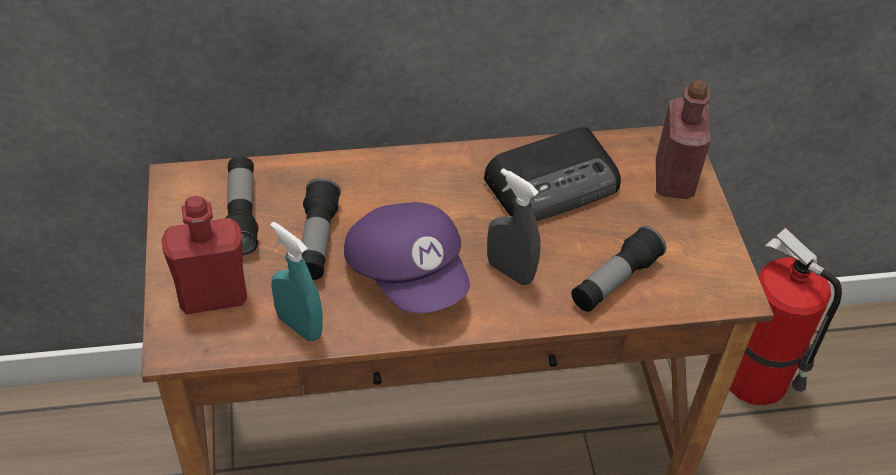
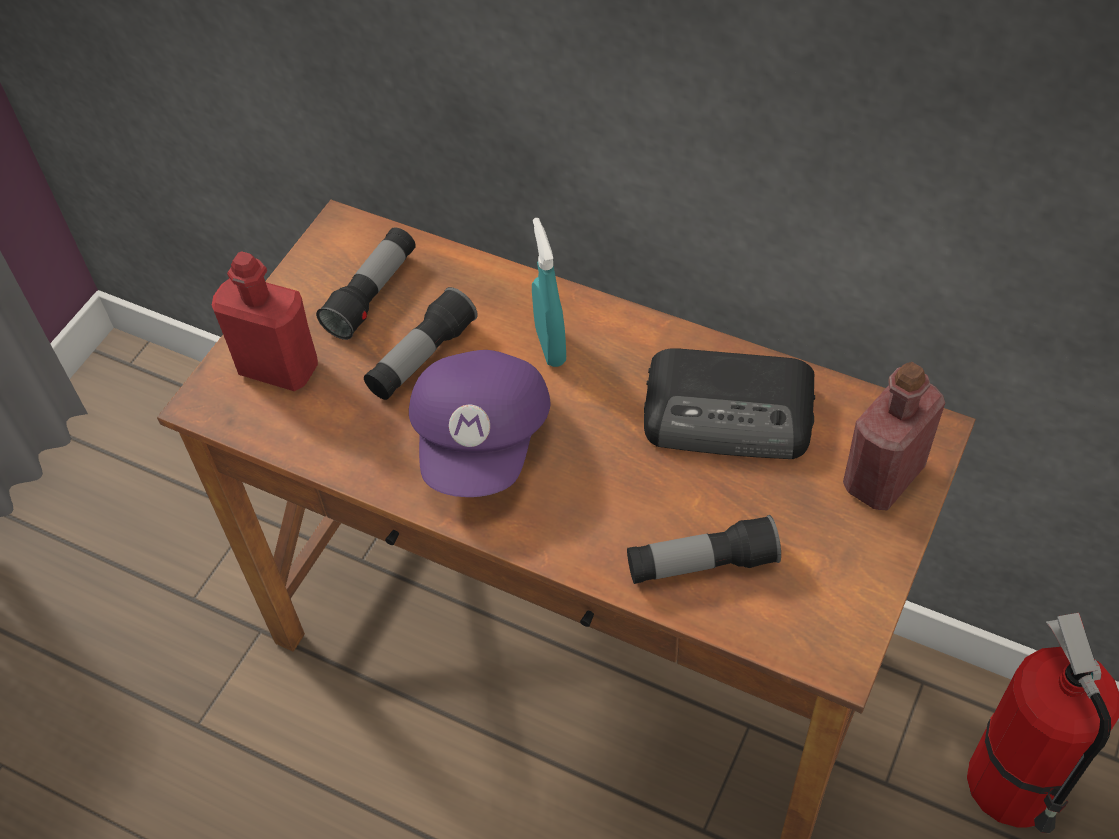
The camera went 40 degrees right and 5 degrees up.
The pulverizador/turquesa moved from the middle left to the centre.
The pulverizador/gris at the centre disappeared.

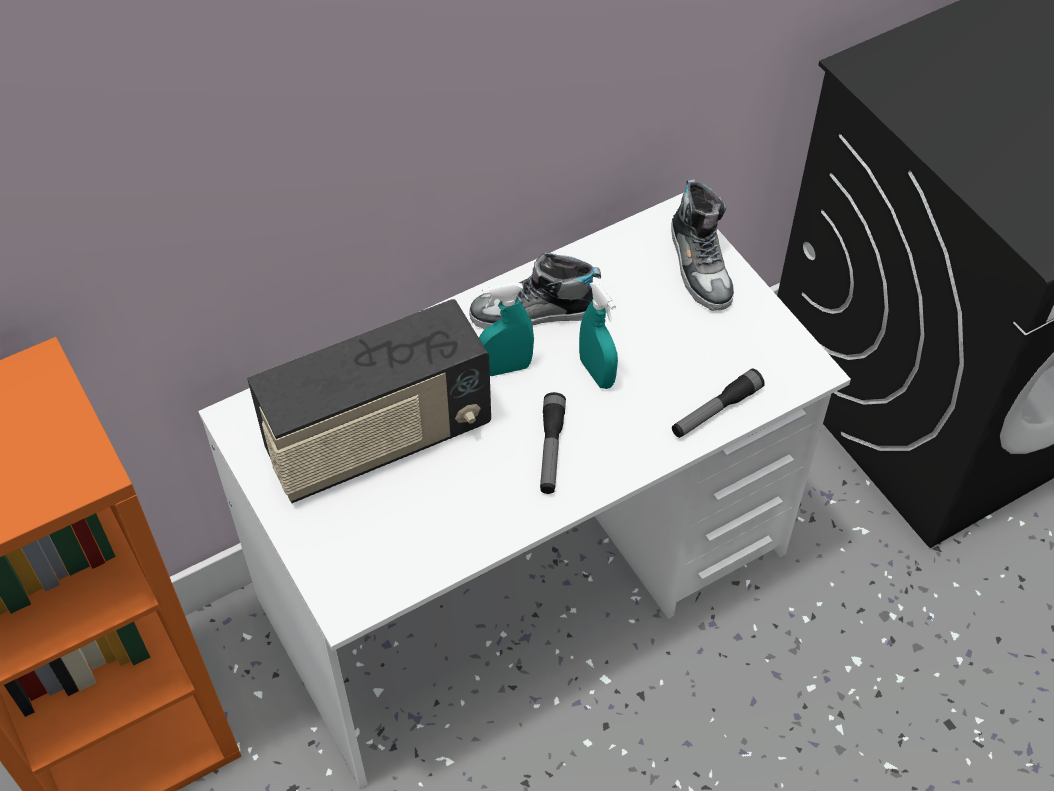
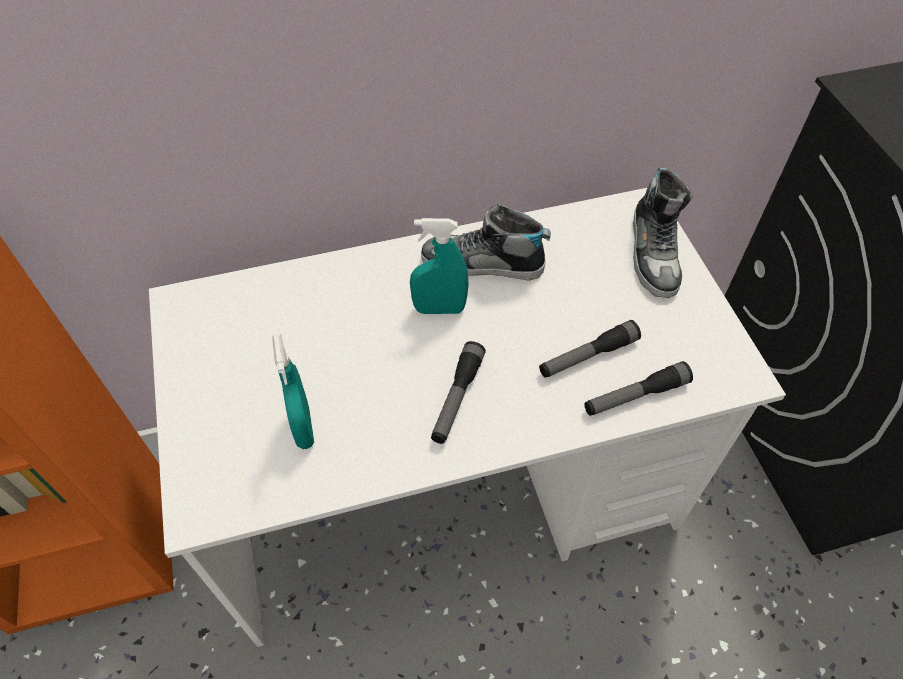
The camera went 15 degrees right and 0 degrees up.
The radio at the centre disappeared.
The pulverizador/turquesa (no. 2 from left in the first image) moved from the centre to the middle left.
The linterna (no. 2 from left) at the centre appeared.

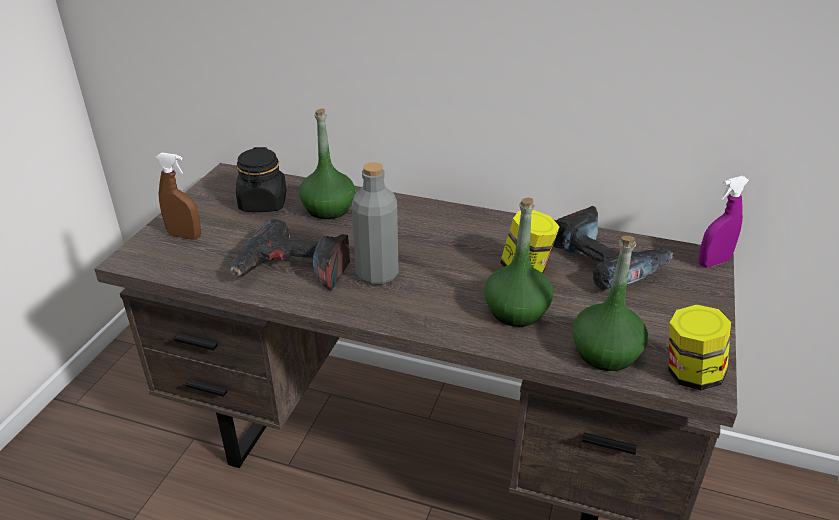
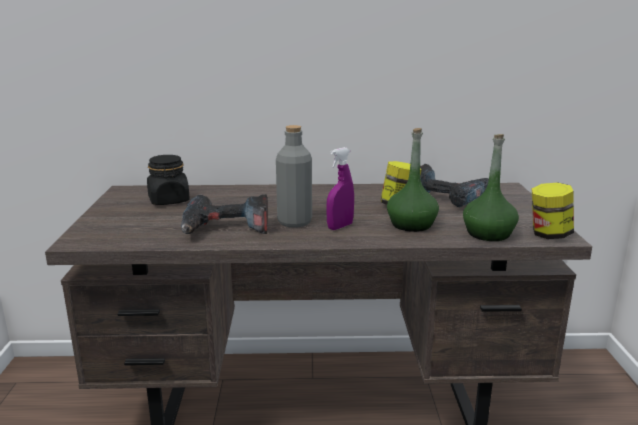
The camera went 20 degrees left and 15 degrees down.
The pulverizador/marrón at the middle left disappeared.
The botella/verde (no. 1 from left) at the top centre disappeared.
The pulverizador/morado moved from the middle right to the centre.

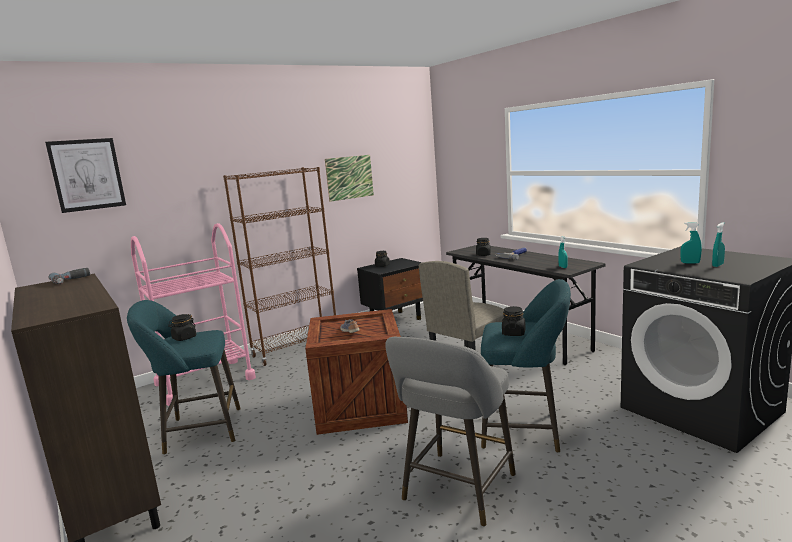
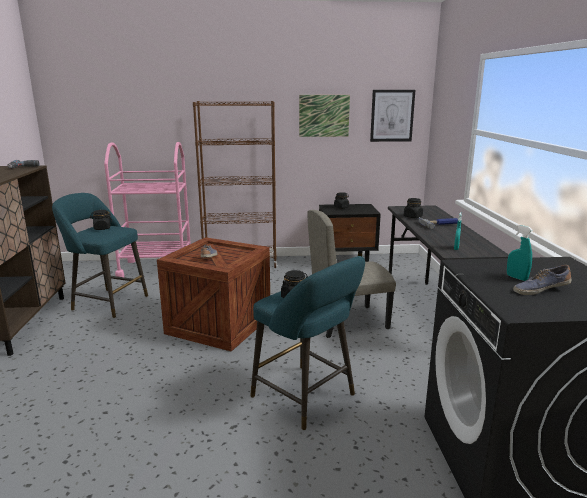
The camera went 30 degrees right and 5 degrees up.
The cuadro (no. 1 from left in the first image) moved from the top left to the top right.
The taburete/gris at the bottom centre disappeared.
The pulverizador/turquesa (no. 3 from left) at the middle right was replaced by the zapato (no. 2 from left) at the middle right.

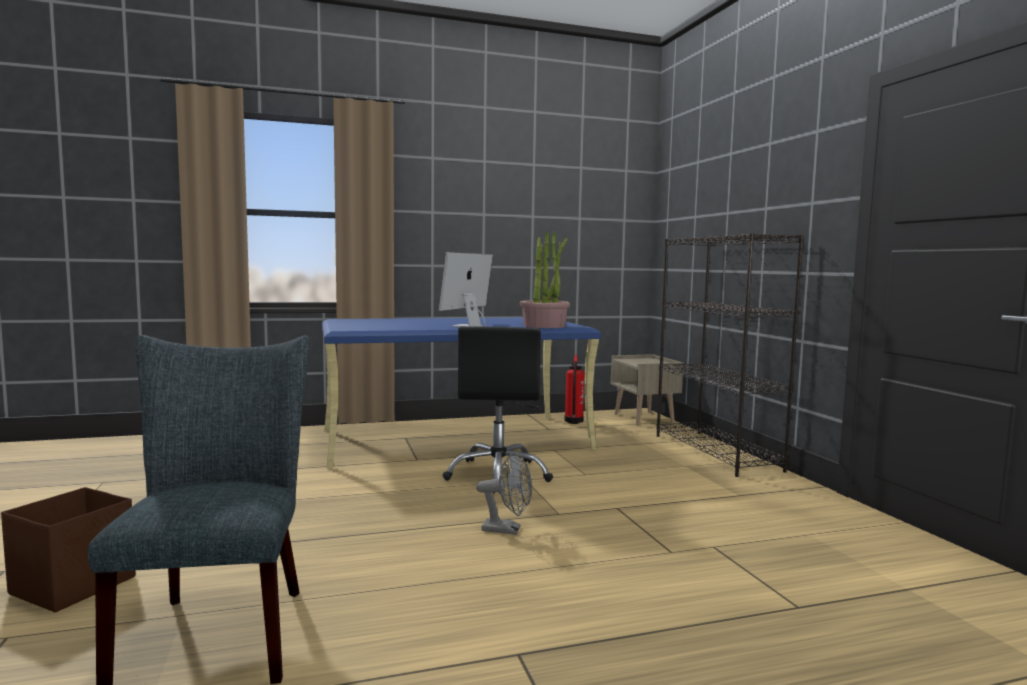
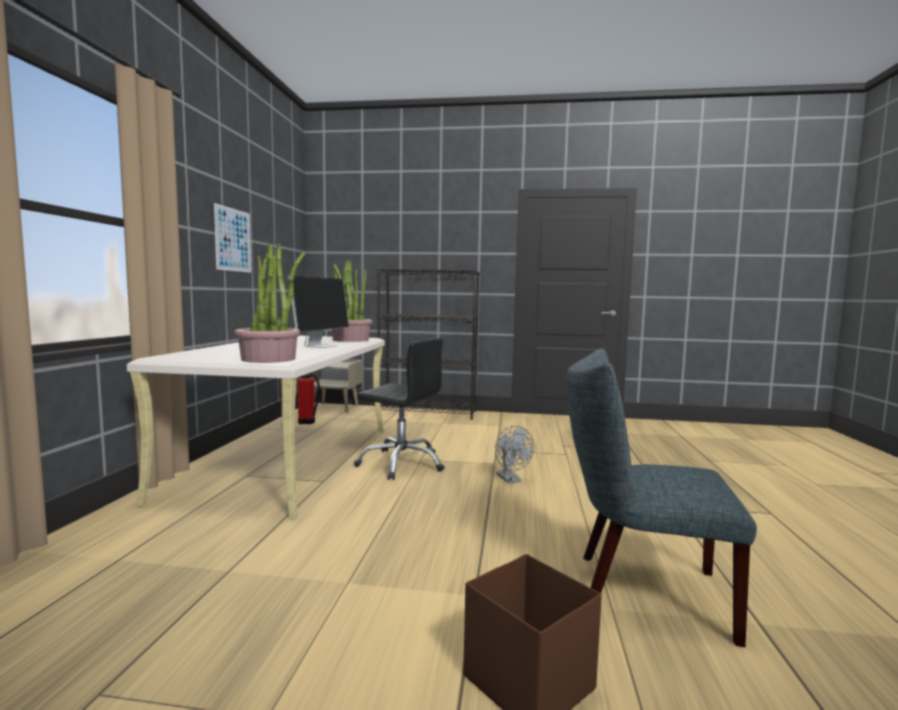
The camera went 65 degrees left and 0 degrees up.
The escritorio/azul at the centre became the escritorio/beis at the middle left.
The monitor at the centre turned 120 degrees counterclockwise.
The ventilador/gris at the bottom centre turned 120 degrees clockwise.
The cuadro at the middle left appeared.
The planta en maceta (no. 1 from left) at the middle left appeared.

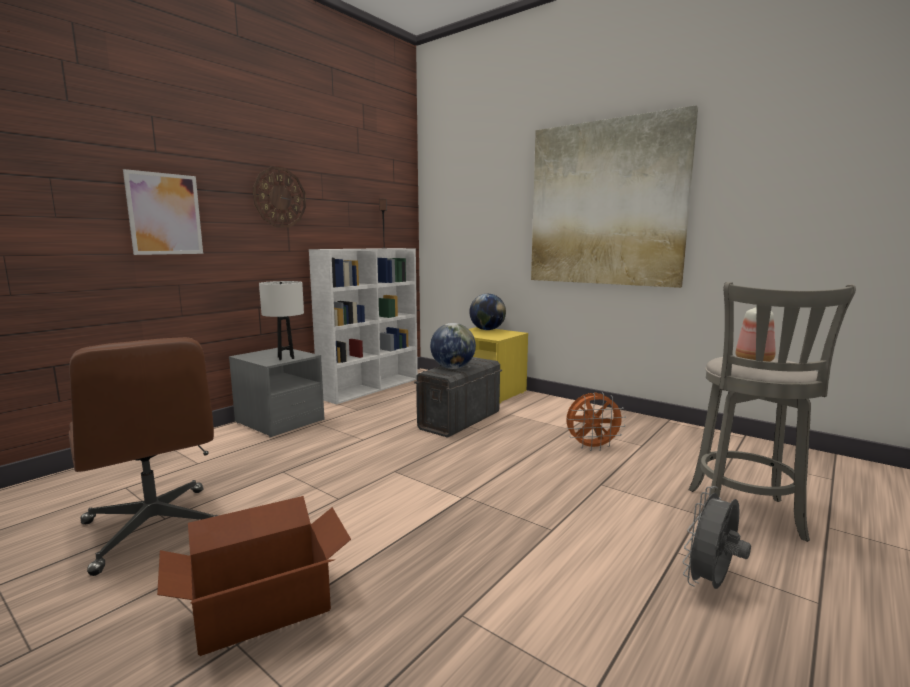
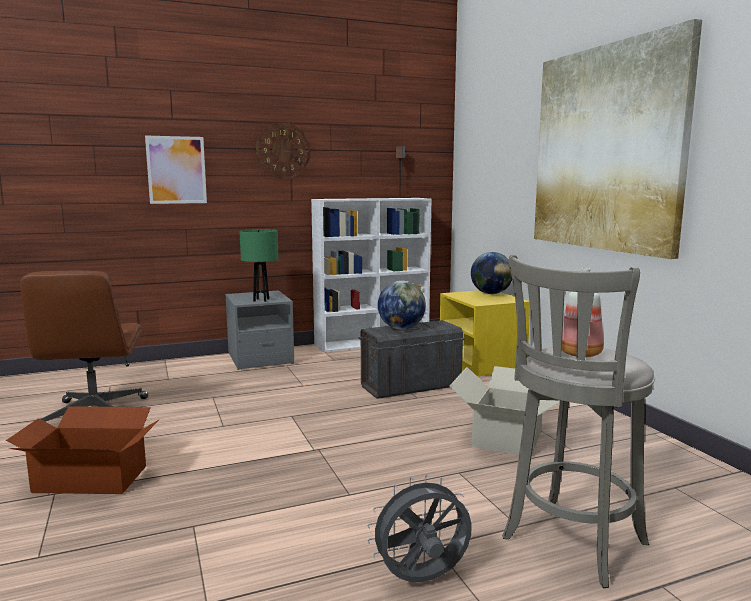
The camera went 30 degrees right and 0 degrees up.
The lámpara de mesa/blanco at the middle left became the lámpara de mesa/verde at the centre.
The ventilador/naranja at the centre was replaced by the caja de cartón (no. 2 from left) at the bottom right.

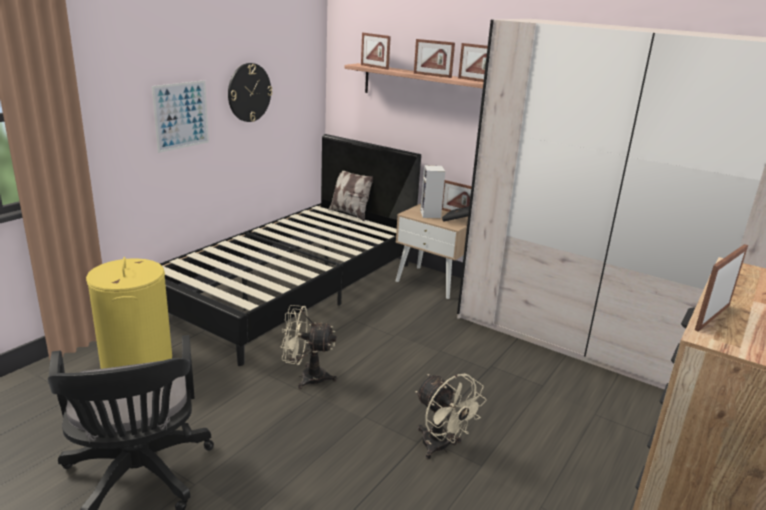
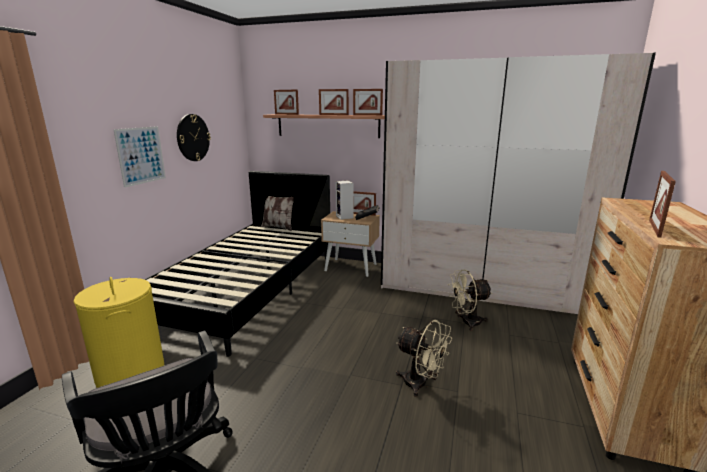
The camera went 15 degrees left and 5 degrees down.
The ventilador/beis (no. 1 from left in the first image) moved from the bottom centre to the centre.

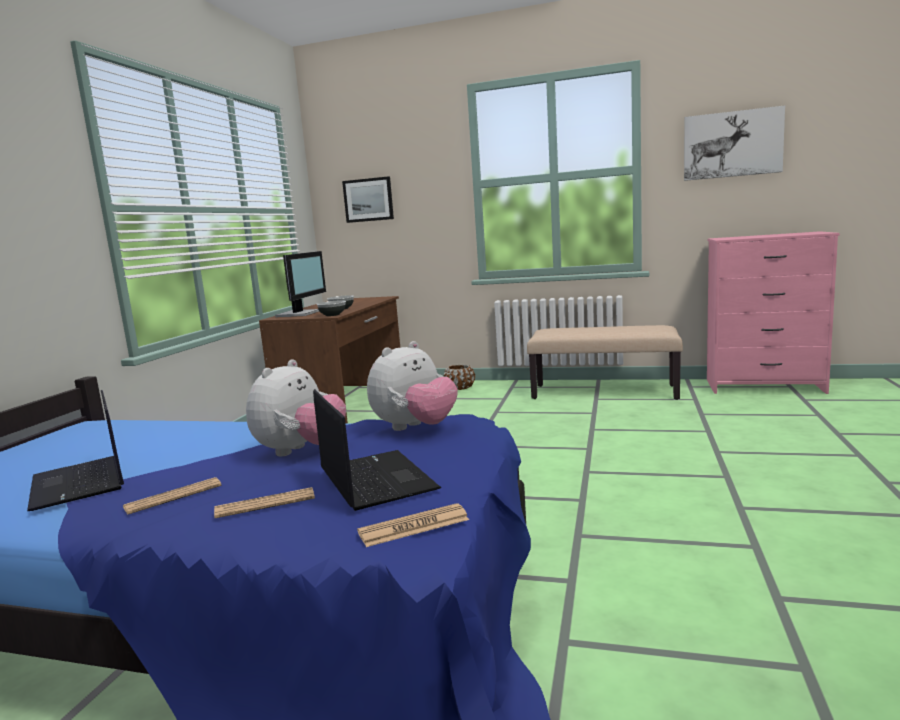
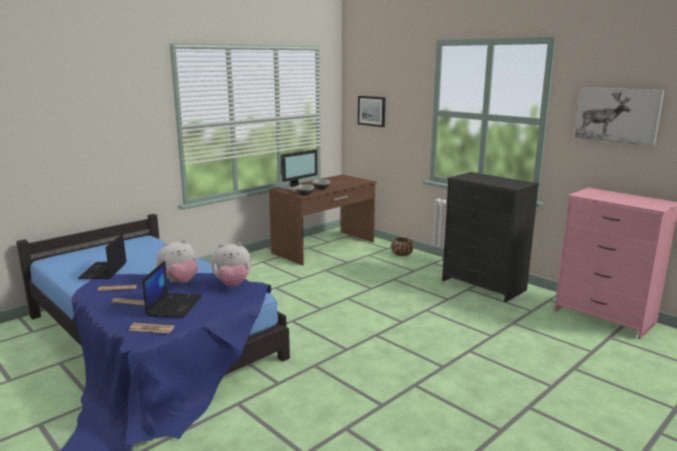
The camera went 30 degrees right and 5 degrees up.
The banco/beis at the middle right was replaced by the cómoda/negro at the middle right.

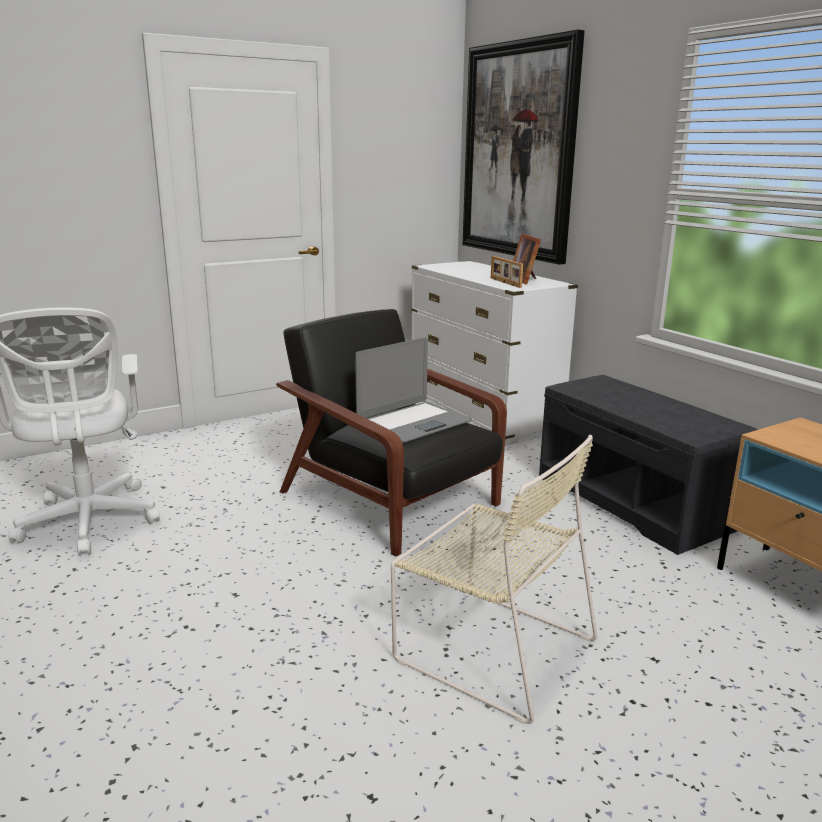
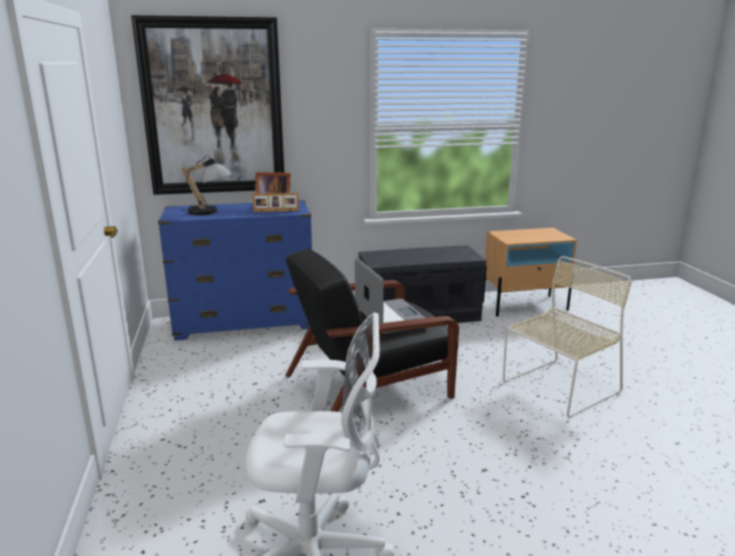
The camera went 70 degrees left and 0 degrees up.
The cómoda/blanco at the centre became the cómoda/azul at the middle left.
The lámpara de mesa at the top left appeared.

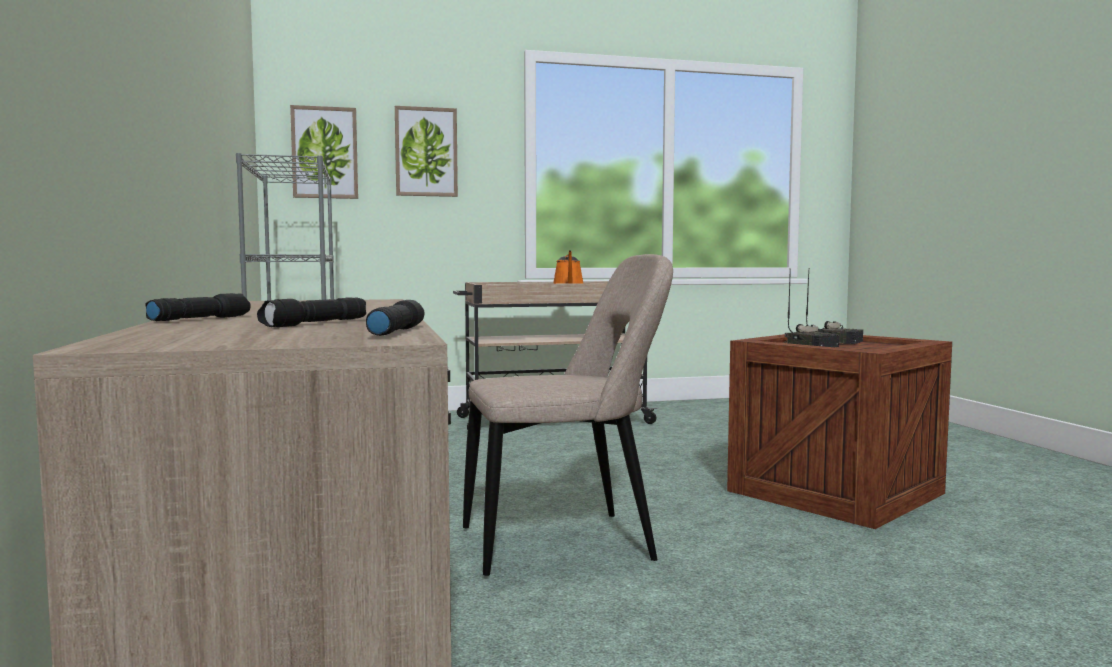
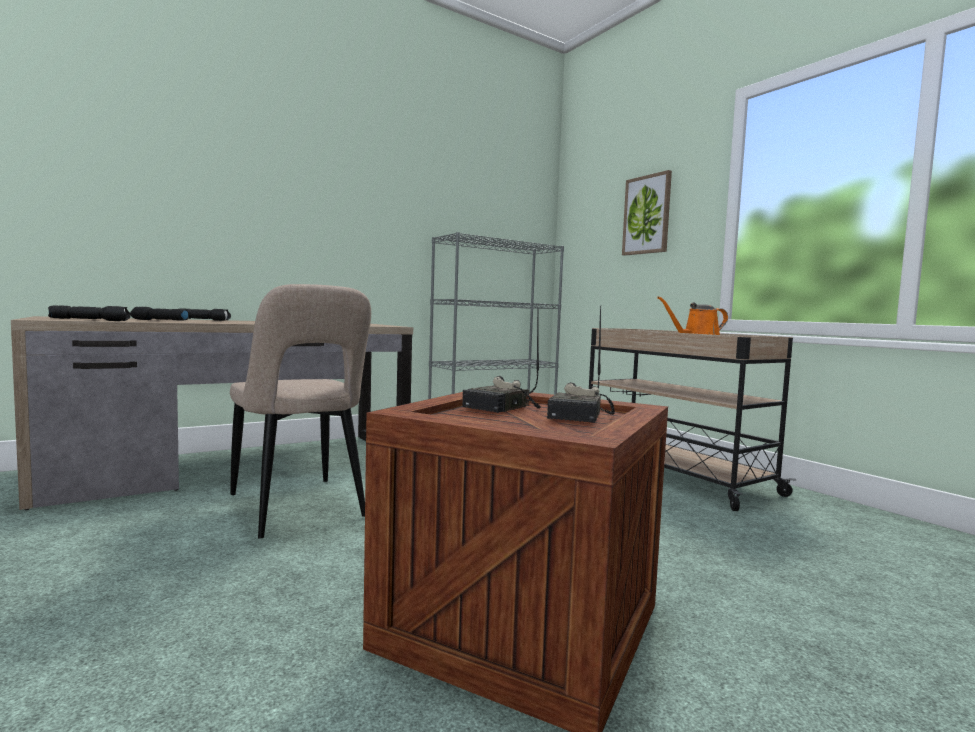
The camera went 70 degrees right and 0 degrees up.
The cuadro (no. 1 from left) at the top left disappeared.

